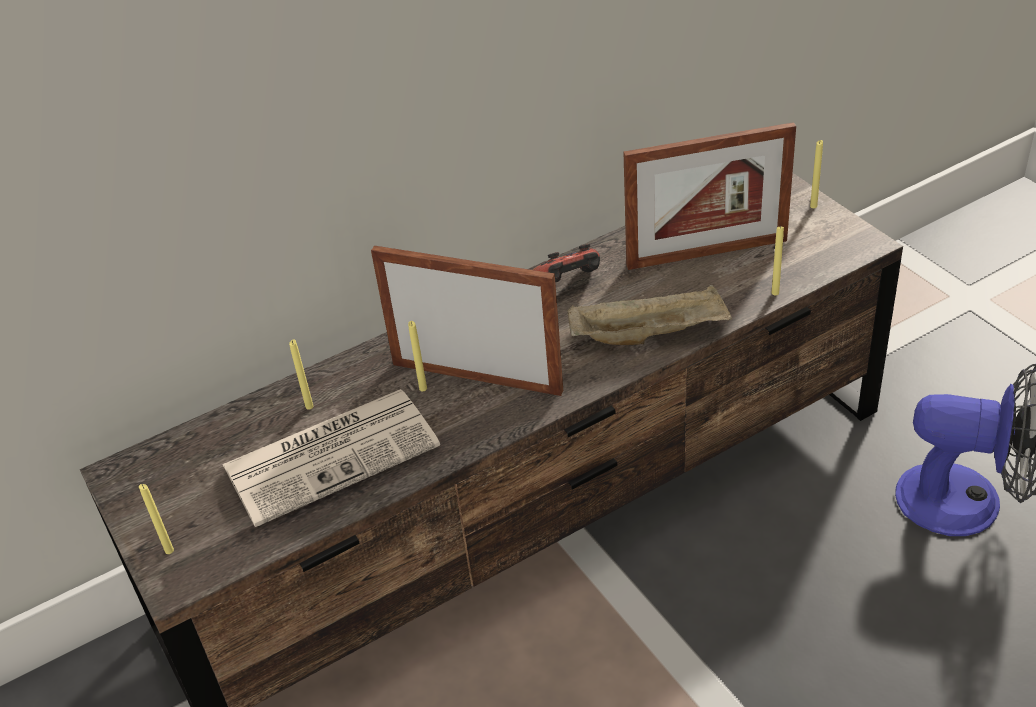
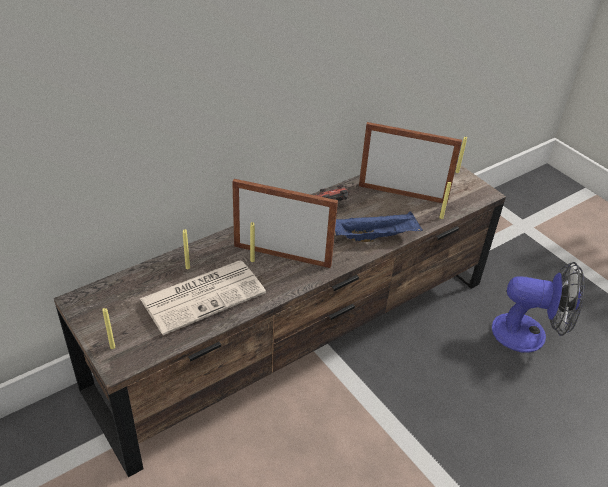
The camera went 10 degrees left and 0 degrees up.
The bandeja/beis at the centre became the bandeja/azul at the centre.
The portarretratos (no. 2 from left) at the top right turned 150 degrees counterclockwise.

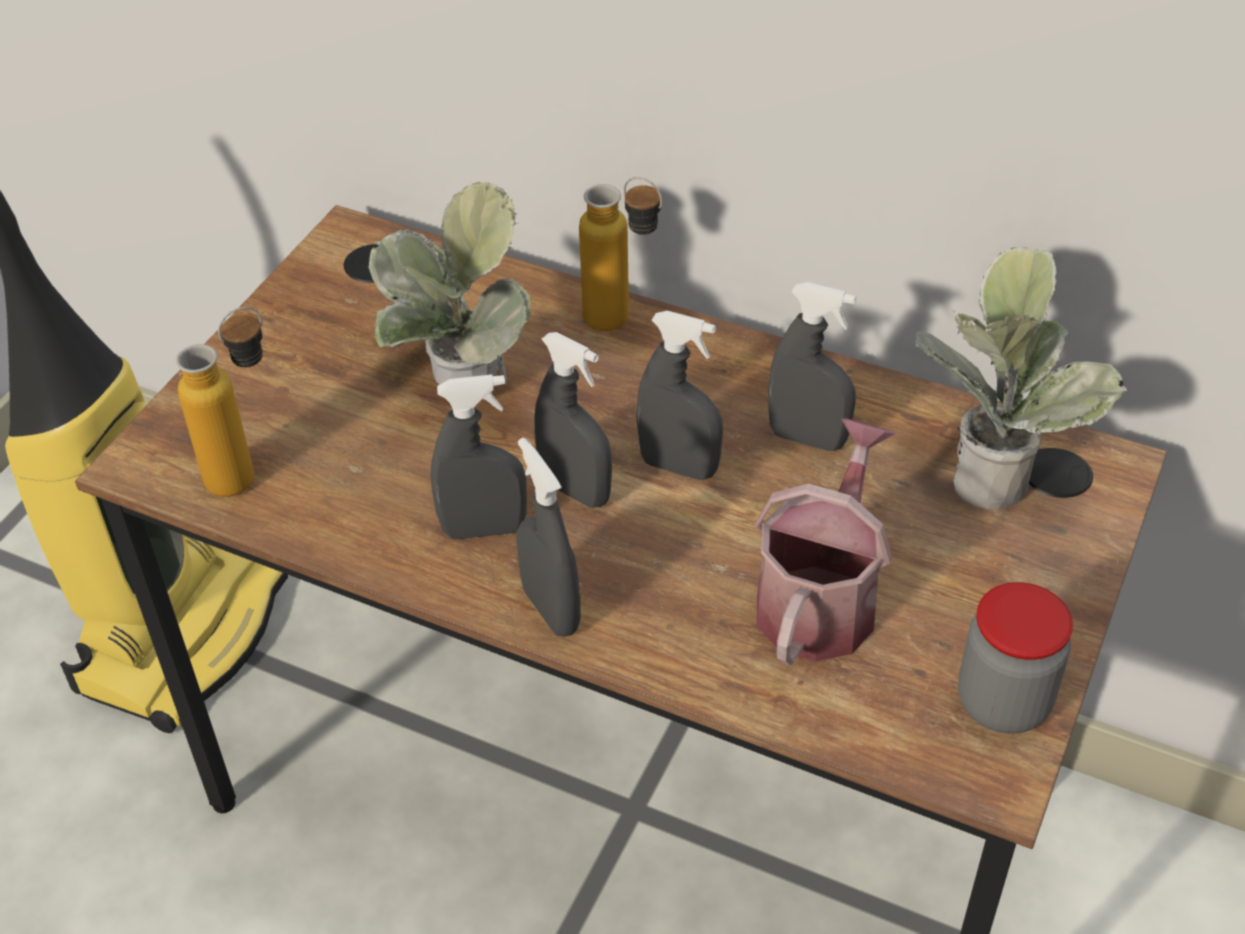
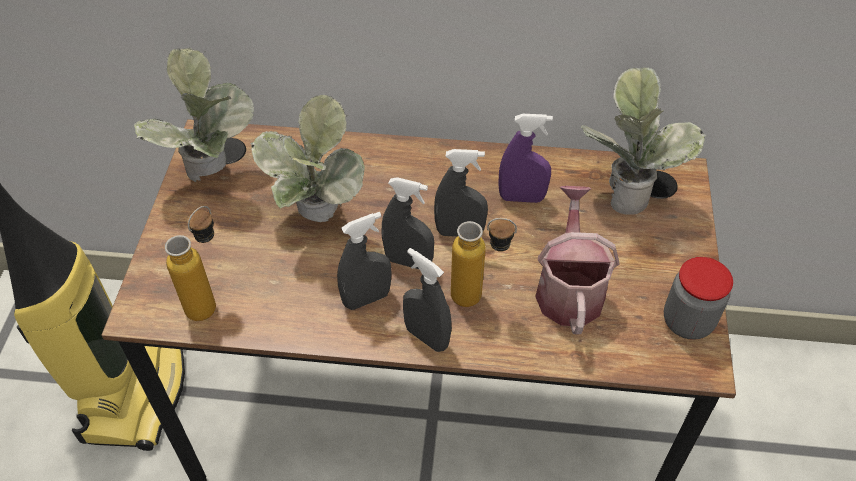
The camera went 20 degrees left and 5 degrees up.
The botella (no. 2 from left) moved from the top centre to the centre.
The pulverizador/gris (no. 5 from left) at the centre became the pulverizador/morado at the top centre.
The planta en maceta (no. 1 from left) at the top left appeared.

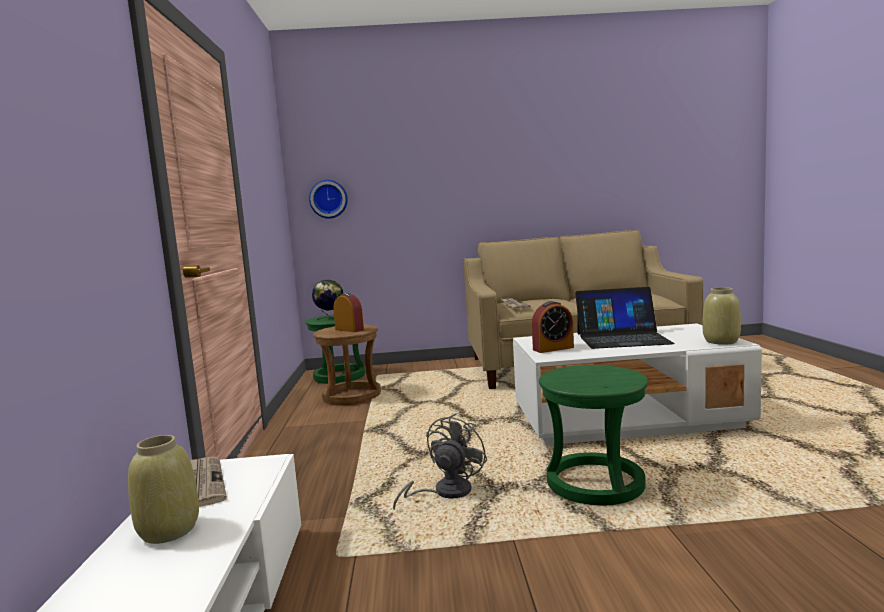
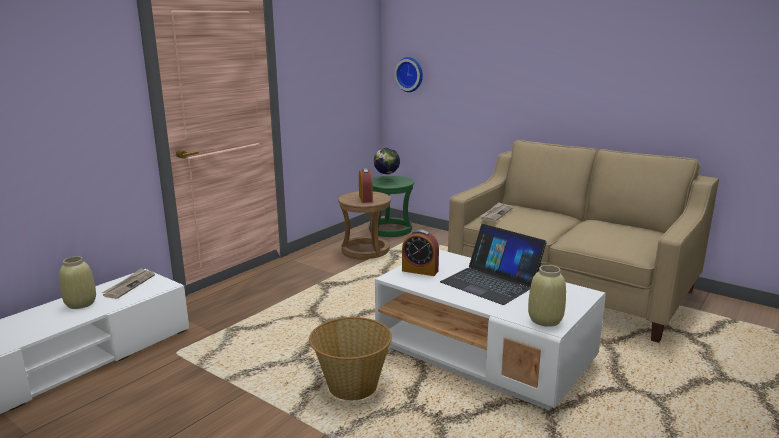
The camera went 40 degrees right and 10 degrees up.
The ventilador/gris at the bottom centre disappeared.
The taburete/verde (no. 2 from left) at the bottom right was replaced by the cesta at the bottom centre.

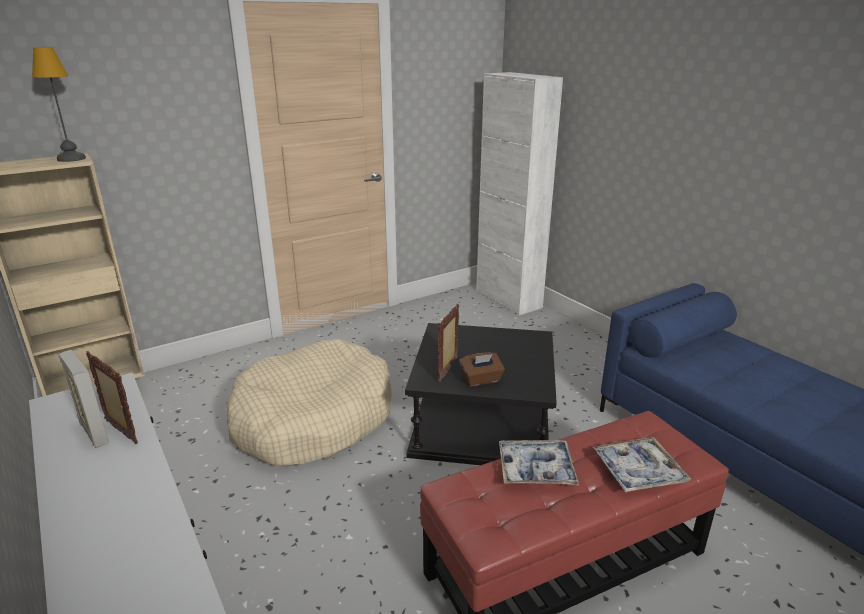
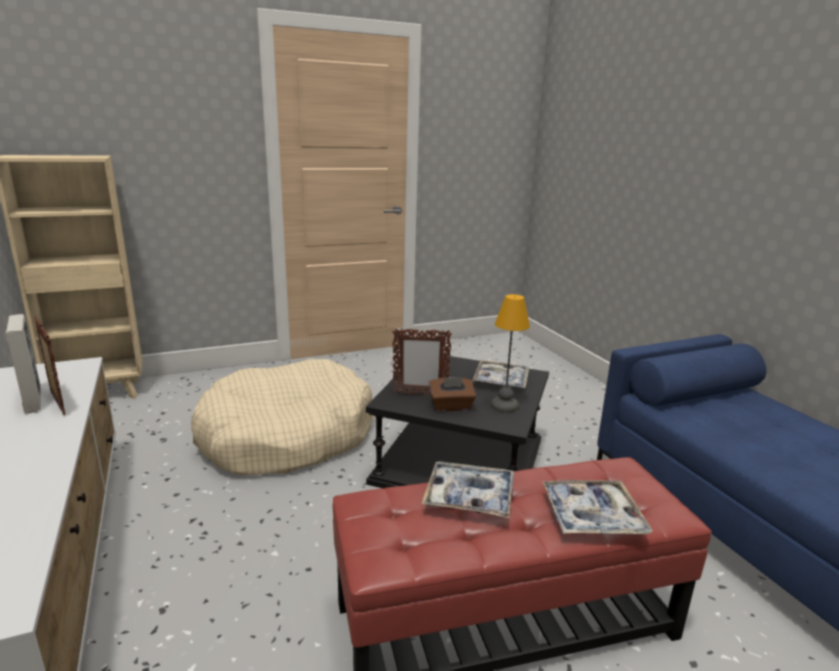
The camera went 10 degrees right and 5 degrees down.
The lámpara de mesa moved from the top left to the centre.
The portarretratos (no. 3 from left) at the centre turned 120 degrees counterclockwise.
The armario/blanco at the top centre disappeared.
The bandeja (no. 2 from left) at the centre appeared.

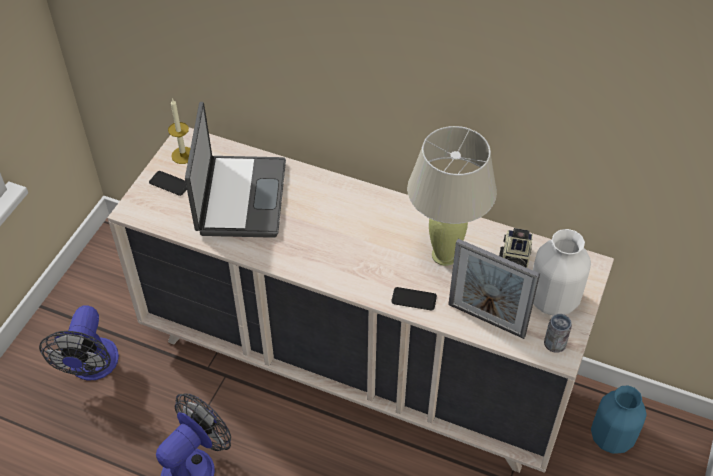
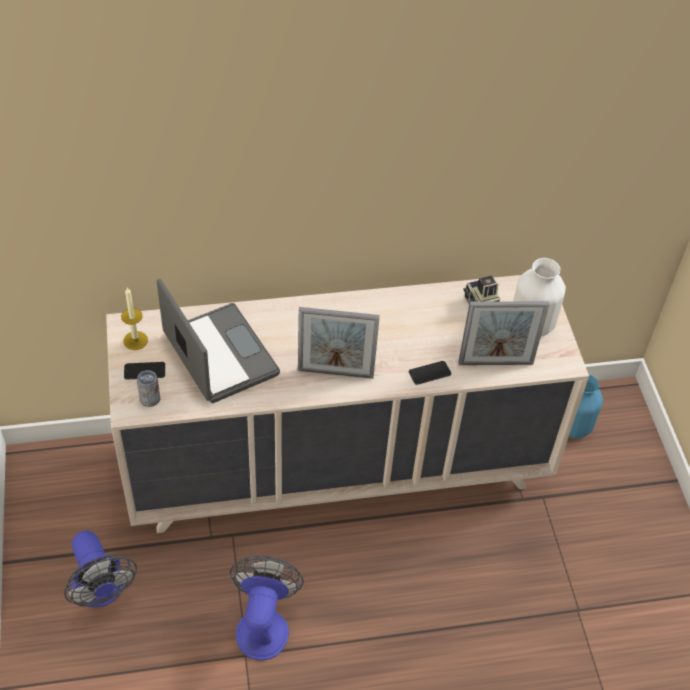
The camera went 35 degrees left and 0 degrees up.
The lámpara de mesa/beis at the centre disappeared.
The lata moved from the bottom right to the middle left.
The portarretratos (no. 1 from left) at the centre appeared.

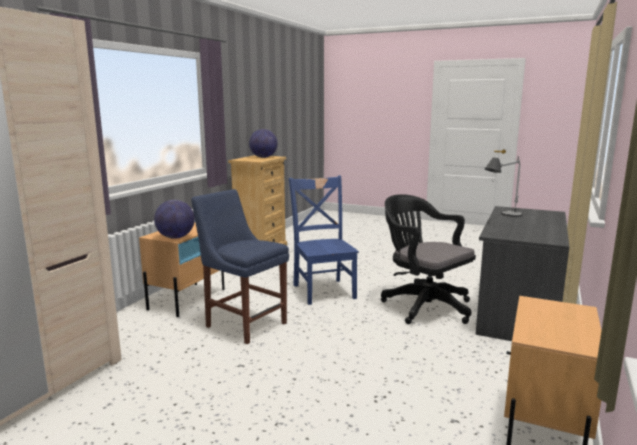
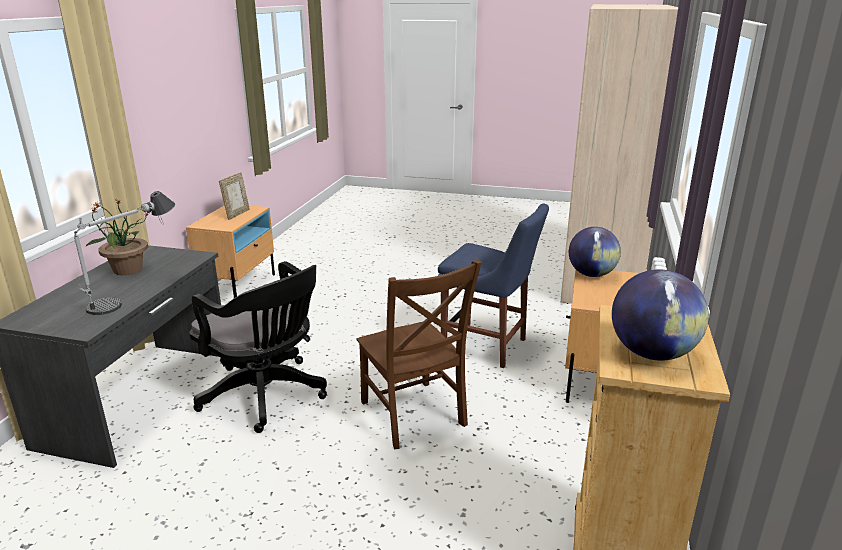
The camera went 170 degrees right and 10 degrees up.
The silla/azul (no. 2 from left) at the centre became the silla/marrón at the centre.
The planta en maceta at the middle left appeared.
The portarretratos at the middle left appeared.

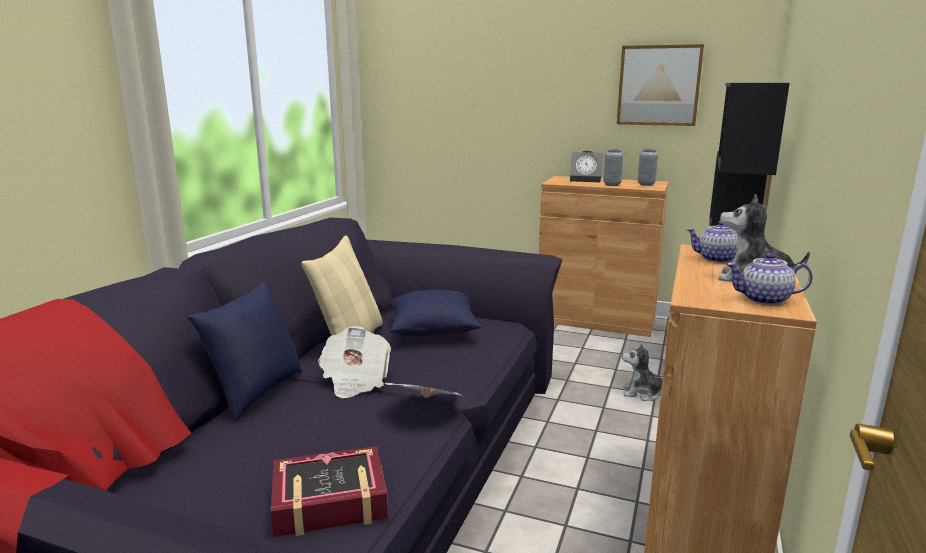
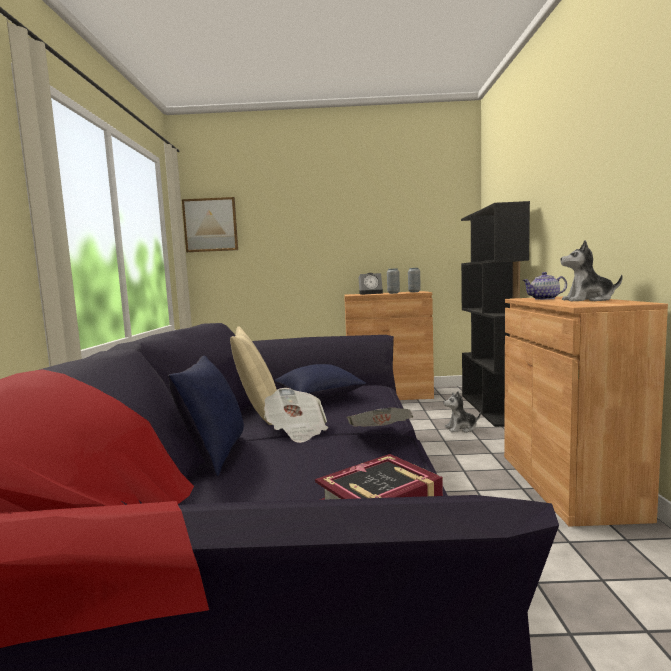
The camera went 20 degrees left and 10 degrees down.
The cuadro moved from the top right to the middle left.
The tetera (no. 2 from left) at the middle right disappeared.

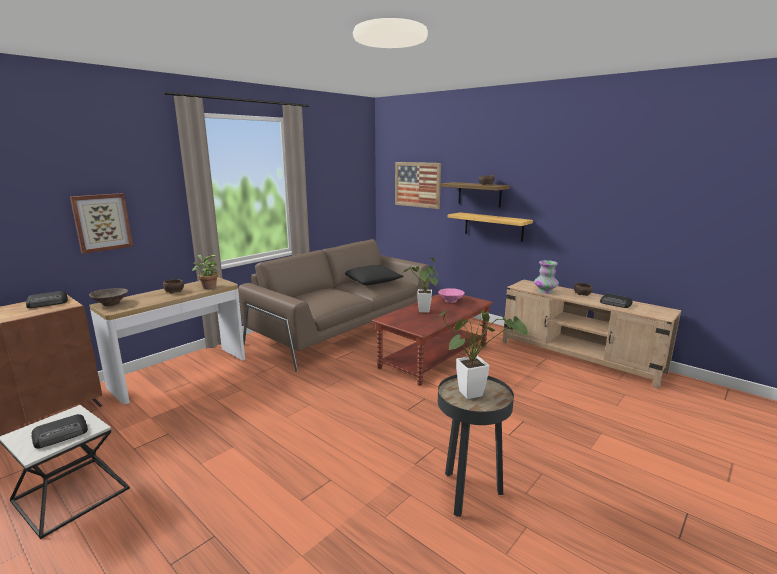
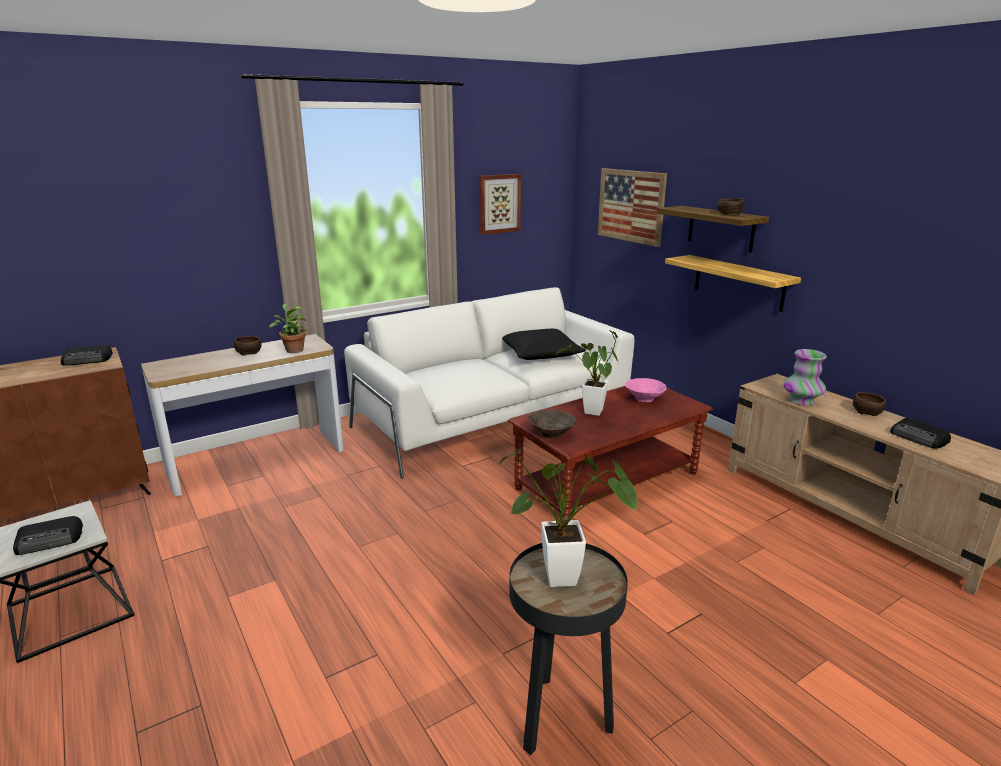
The camera went 15 degrees right and 5 degrees up.
The cuadro (no. 1 from left) moved from the middle left to the top centre.
The cuenco/marrón (no. 1 from left in the first image) moved from the middle left to the centre.
The sofá/marrón at the centre became the sofá/blanco at the centre.

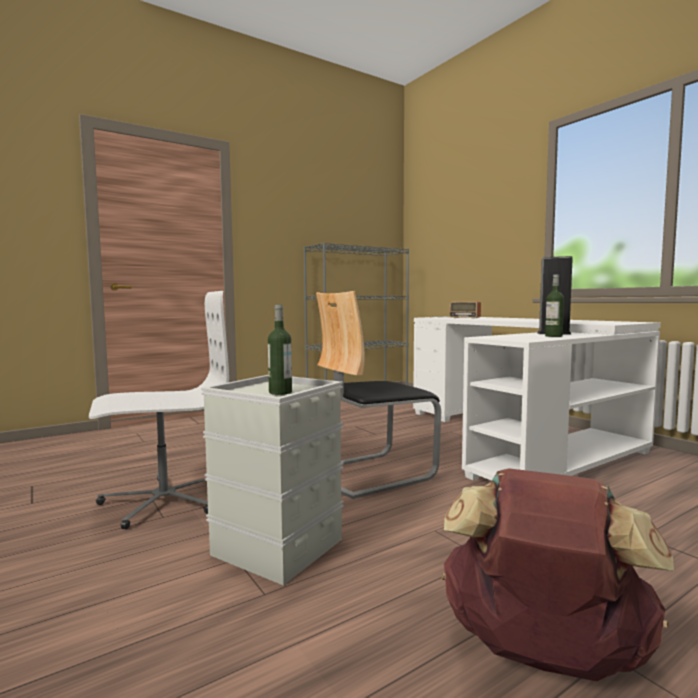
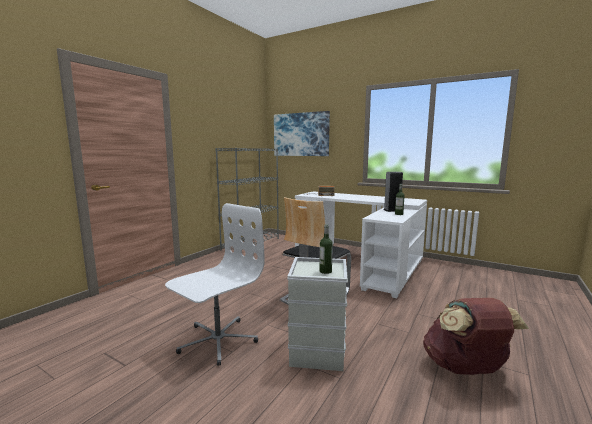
The camera went 25 degrees left and 5 degrees up.
The cuadro at the top centre appeared.

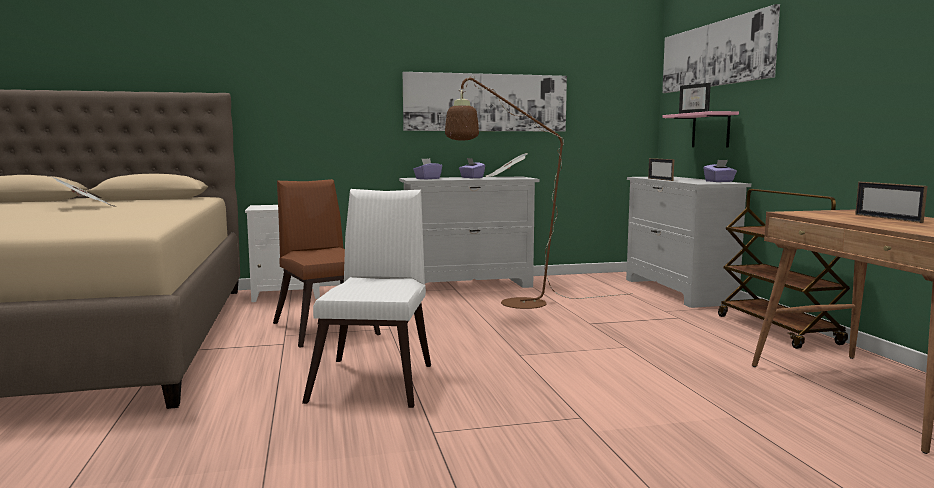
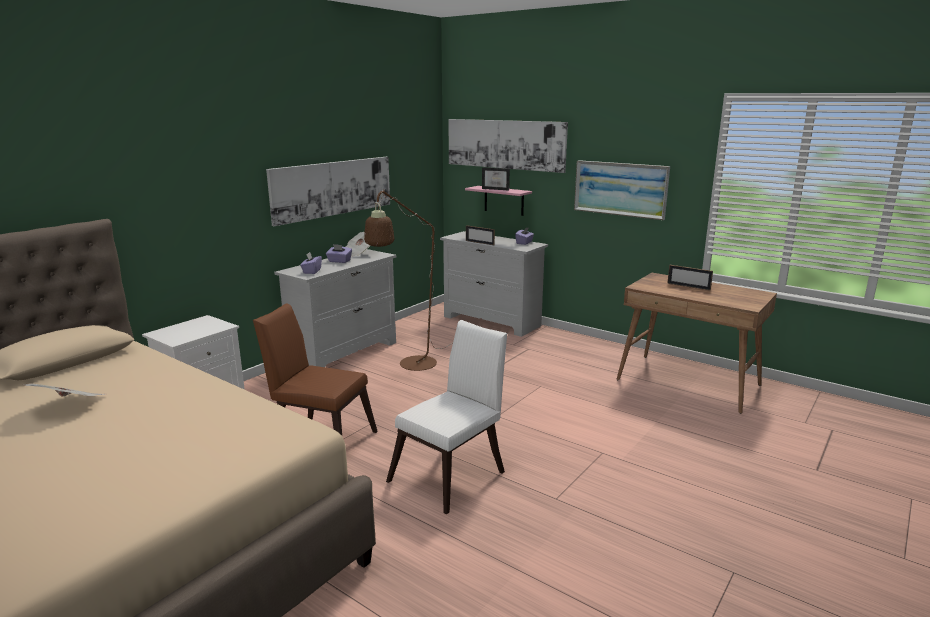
The camera went 40 degrees left and 10 degrees up.
The silla/blanco at the centre turned 75 degrees clockwise.
The carrito/marrón at the middle right disappeared.
The cuadro (no. 3 from left) at the top right appeared.

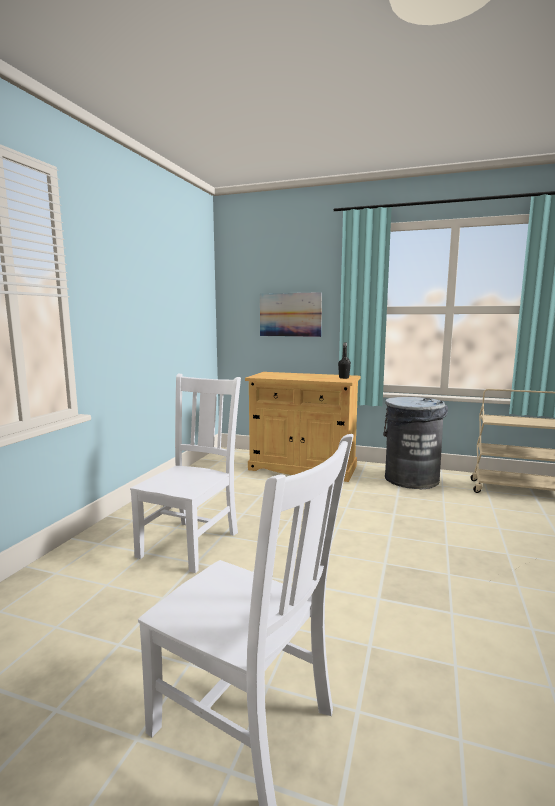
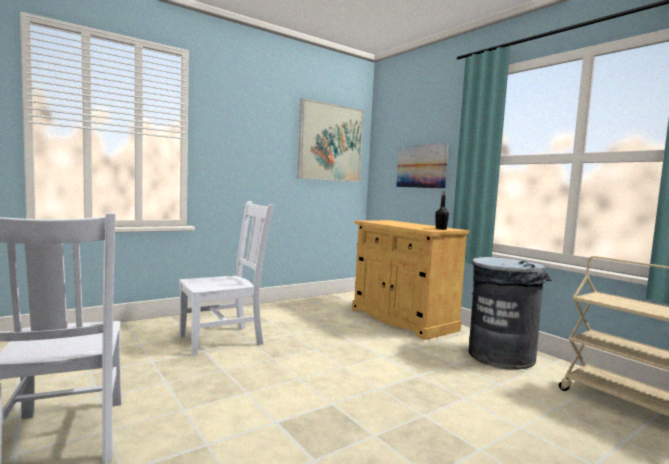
The camera went 35 degrees right and 5 degrees down.
The cuadro (no. 1 from left) at the top centre appeared.

